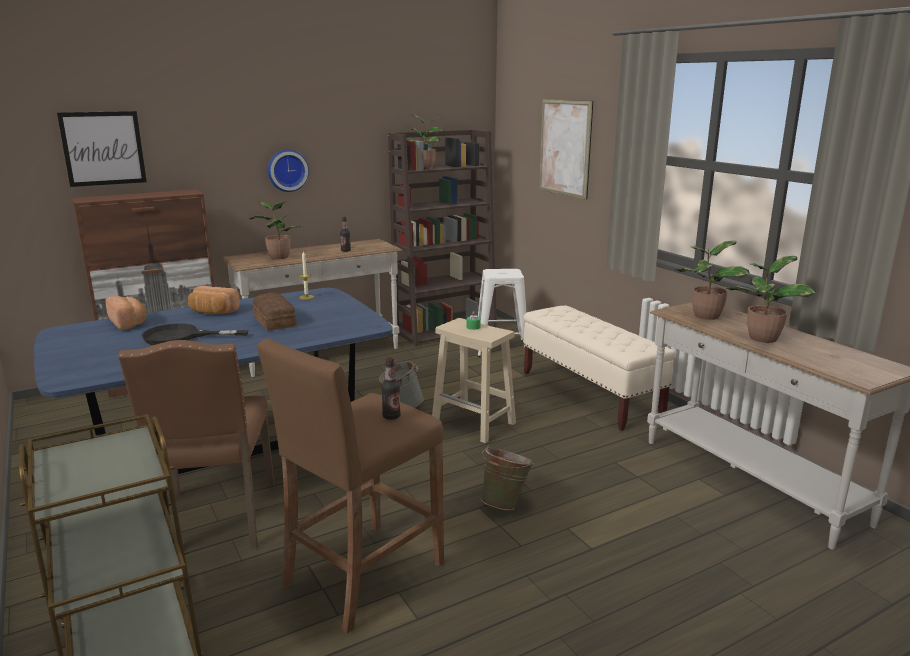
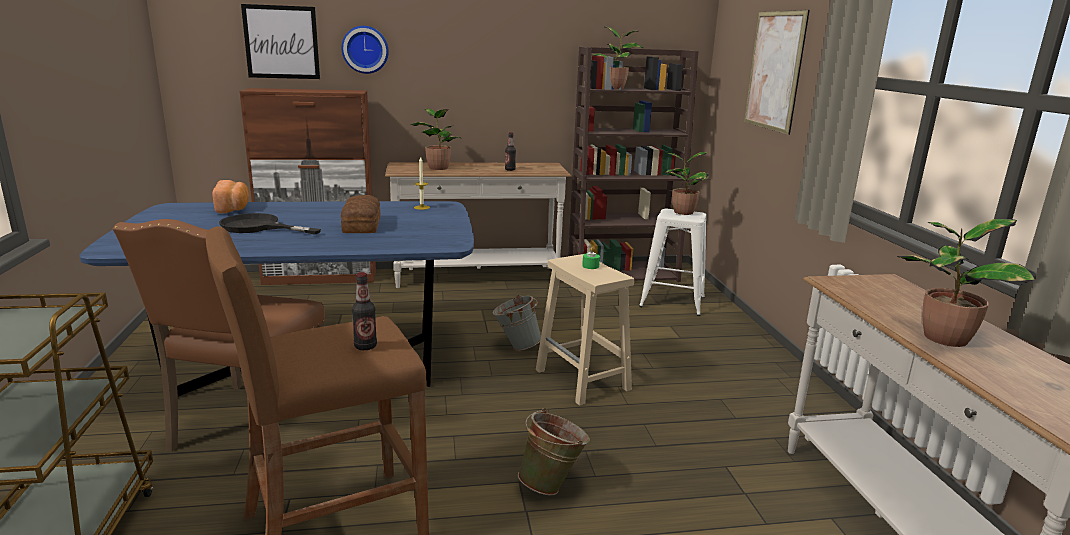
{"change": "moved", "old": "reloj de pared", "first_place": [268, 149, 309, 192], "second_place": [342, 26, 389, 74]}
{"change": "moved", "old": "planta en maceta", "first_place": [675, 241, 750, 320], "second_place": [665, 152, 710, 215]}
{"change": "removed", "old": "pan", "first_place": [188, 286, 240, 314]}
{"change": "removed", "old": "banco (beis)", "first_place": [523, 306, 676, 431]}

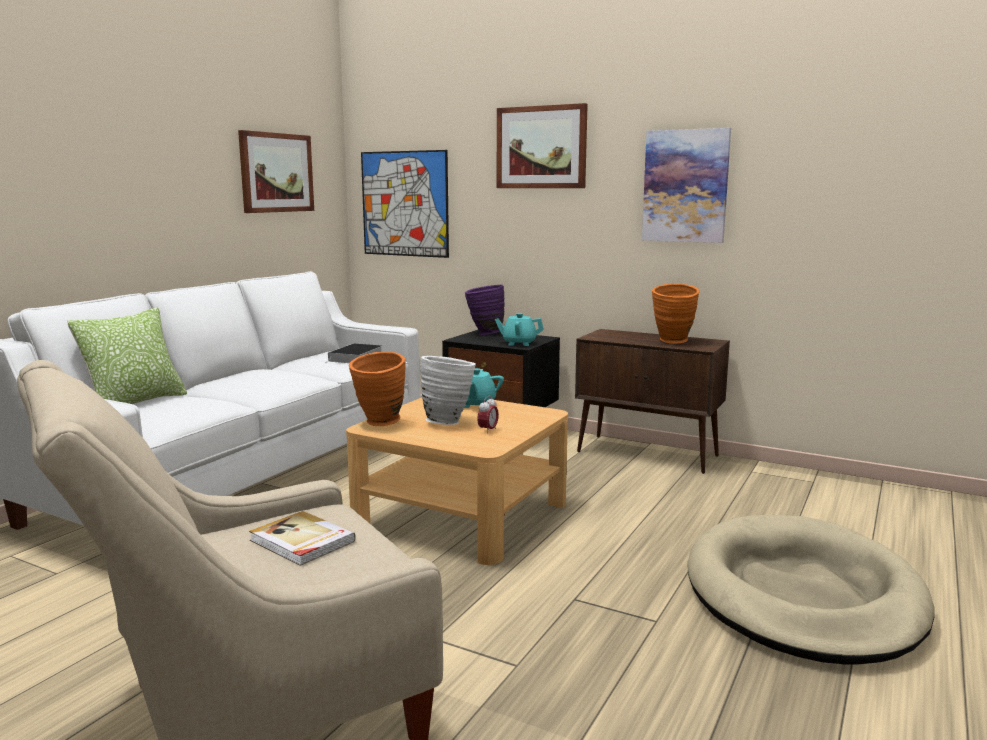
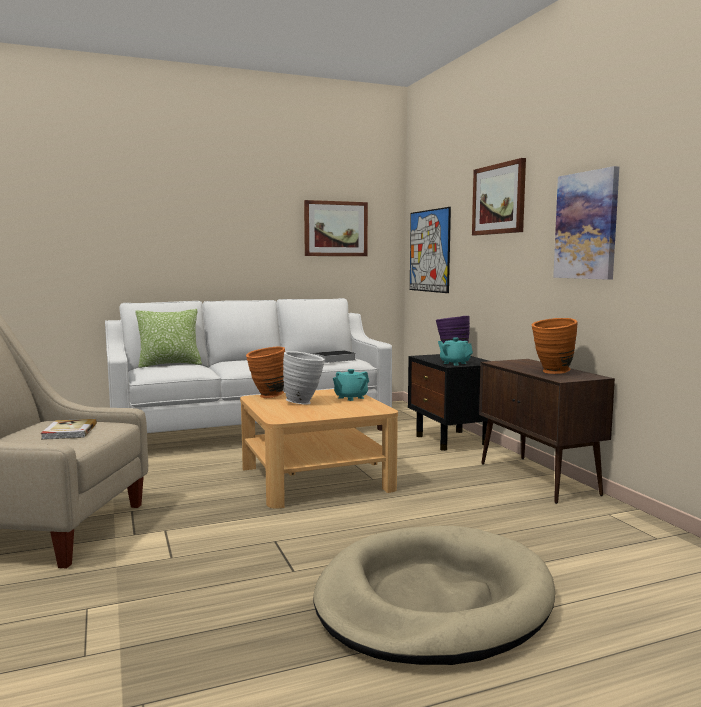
{"change": "removed", "old": "despertador", "first_place": [477, 396, 499, 434]}

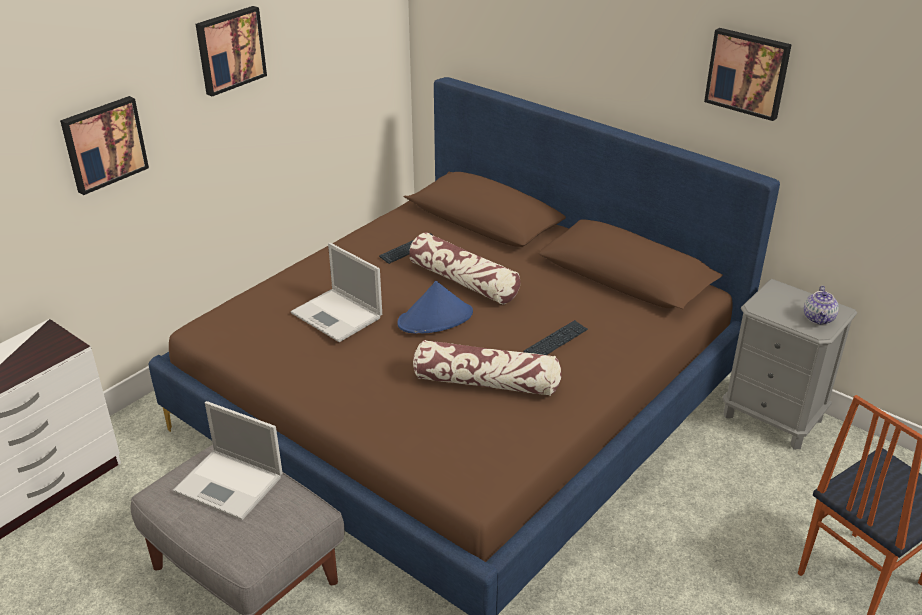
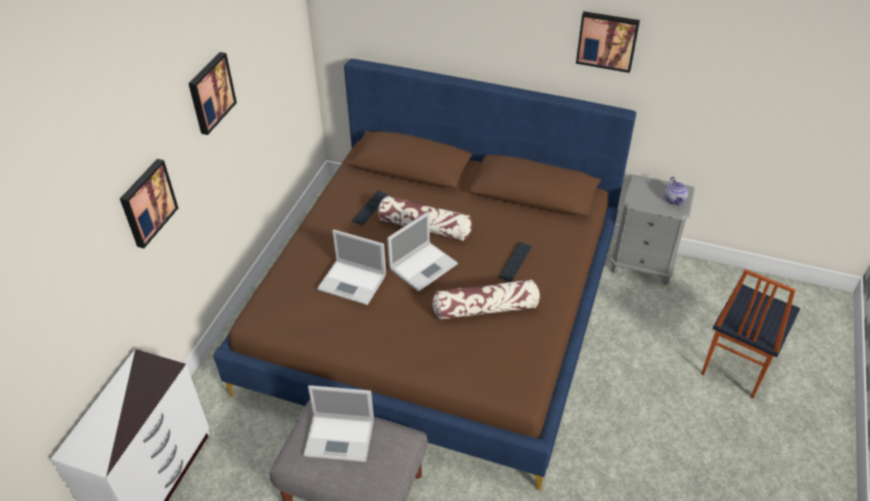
{"change": "replaced", "old": "sombrero (azul)", "new": "portátil", "first_place": [397, 281, 473, 333], "second_place": [387, 212, 458, 292]}

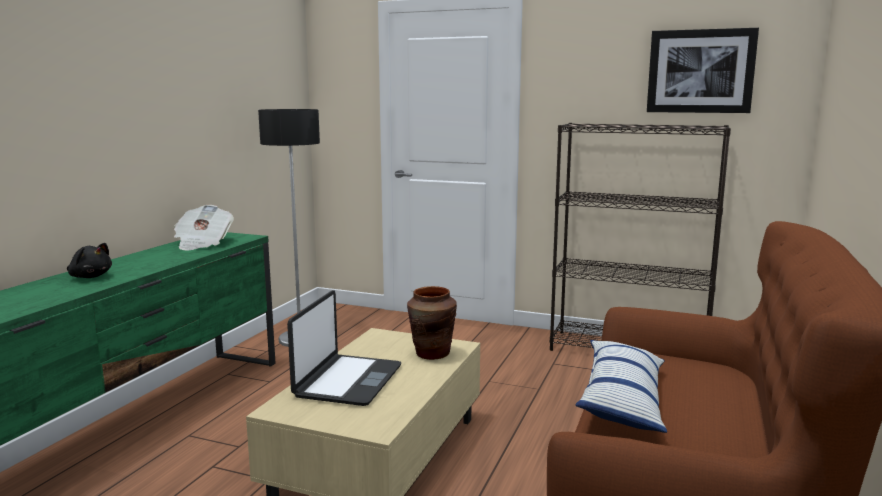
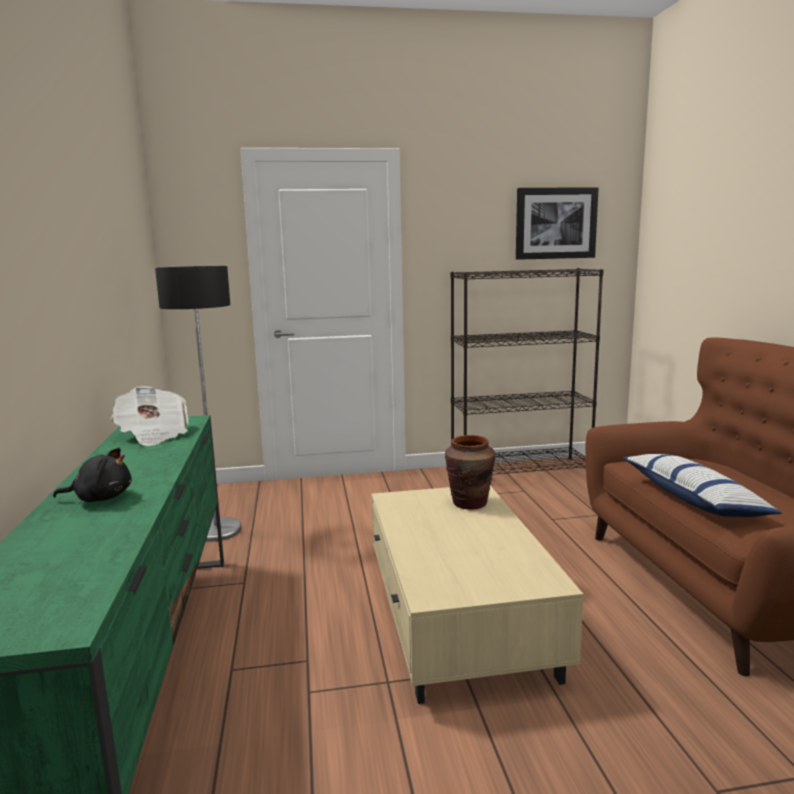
{"change": "removed", "old": "portátil", "first_place": [287, 290, 401, 406]}

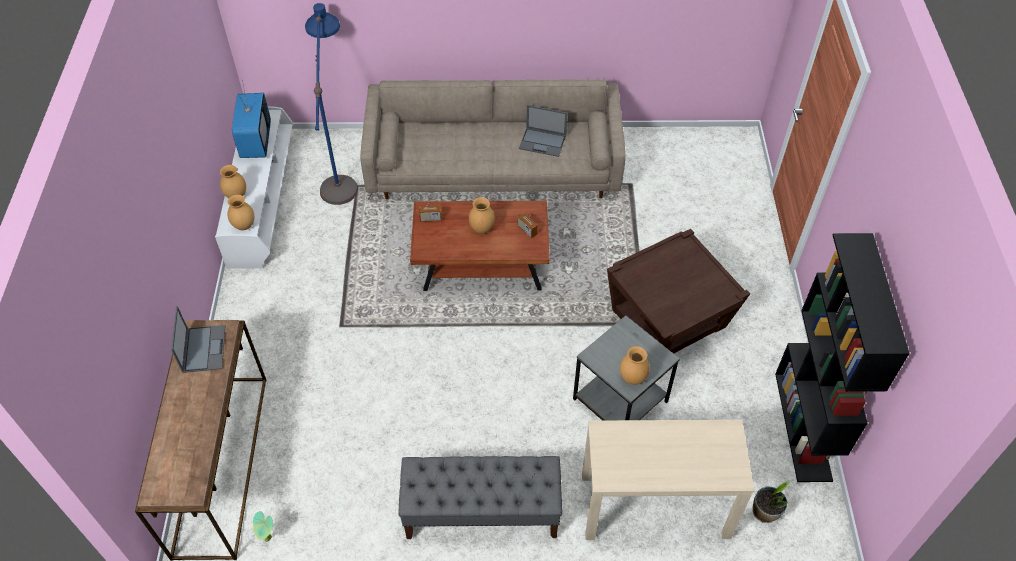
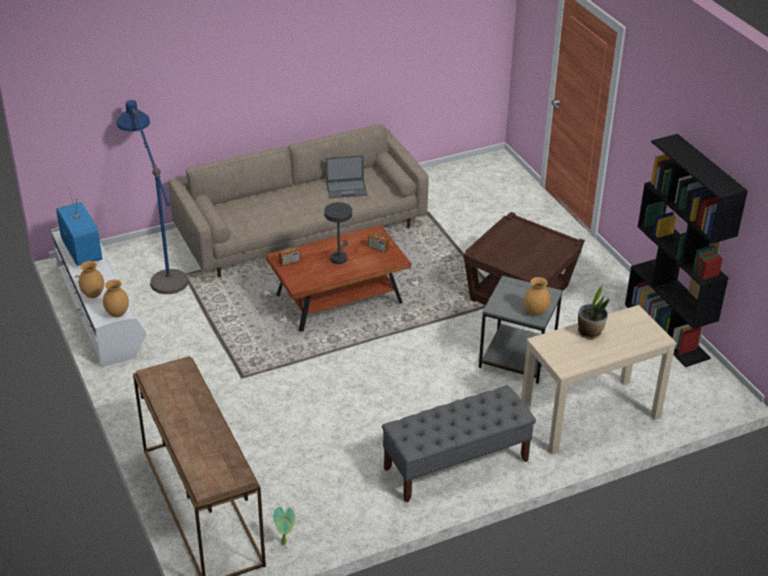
{"change": "replaced", "old": "florero (marrón)", "new": "lámpara de mesa (gris)", "first_place": [469, 197, 495, 234], "second_place": [324, 202, 352, 264]}
{"change": "moved", "old": "planta en maceta", "first_place": [752, 481, 790, 523], "second_place": [578, 284, 609, 339]}
{"change": "removed", "old": "portátil", "first_place": [171, 306, 225, 373]}

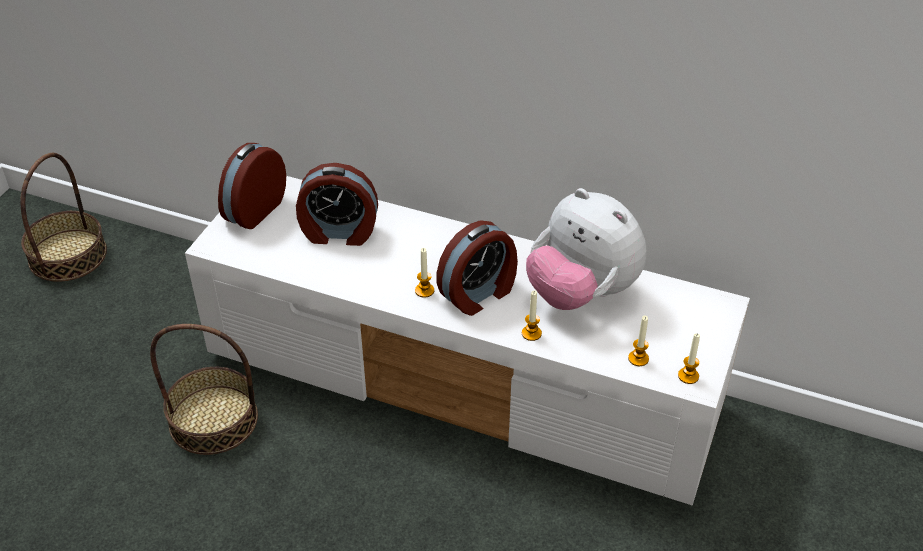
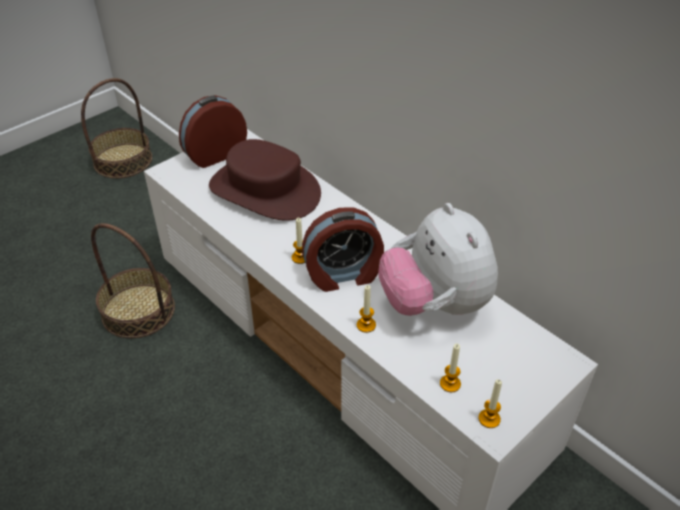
{"change": "replaced", "old": "despertador", "new": "sombrero (marrón)", "first_place": [296, 163, 378, 246], "second_place": [209, 139, 321, 221]}

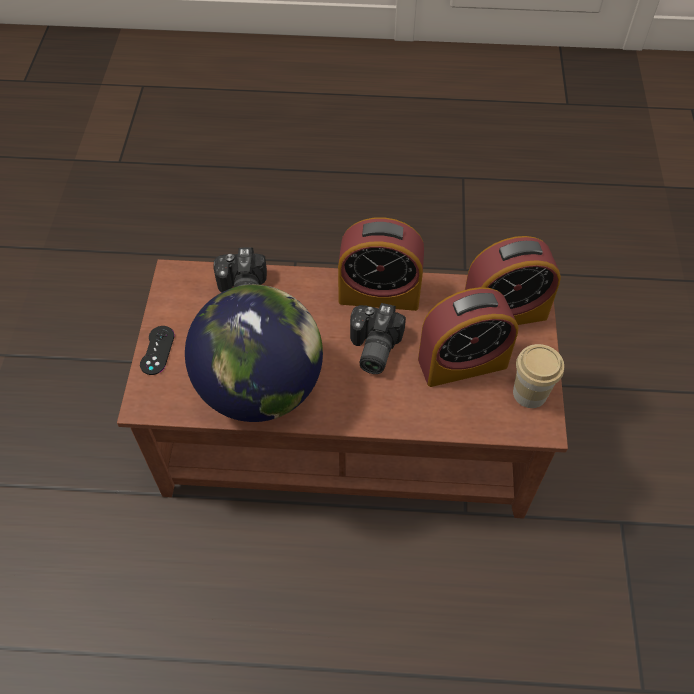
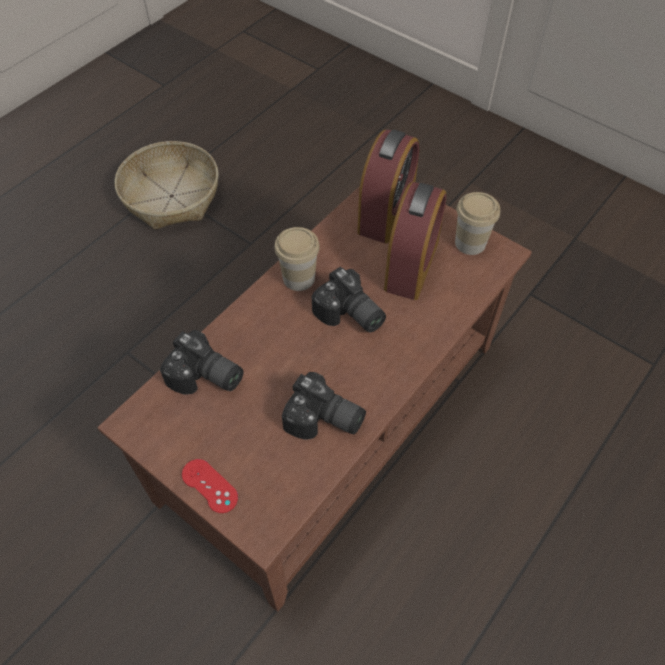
{"change": "added", "new": "cesta", "second_place": [115, 141, 219, 230]}
{"change": "recoloured", "old": "mando de consola (negro)", "new": "mando de consola (rojo)", "first_place": [140, 326, 175, 375], "second_place": [182, 459, 238, 513]}
{"change": "replaced", "old": "despertador", "new": "taza", "first_place": [338, 217, 424, 311], "second_place": [274, 227, 320, 291]}
{"change": "replaced", "old": "globo terráqueo", "new": "cámara", "first_place": [185, 285, 323, 422], "second_place": [282, 372, 366, 440]}

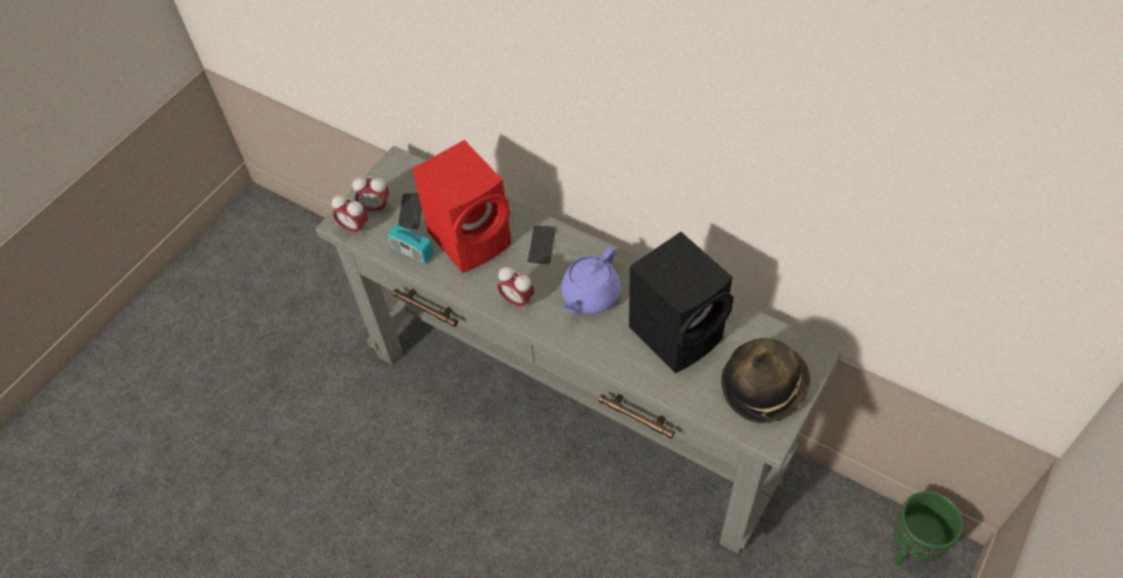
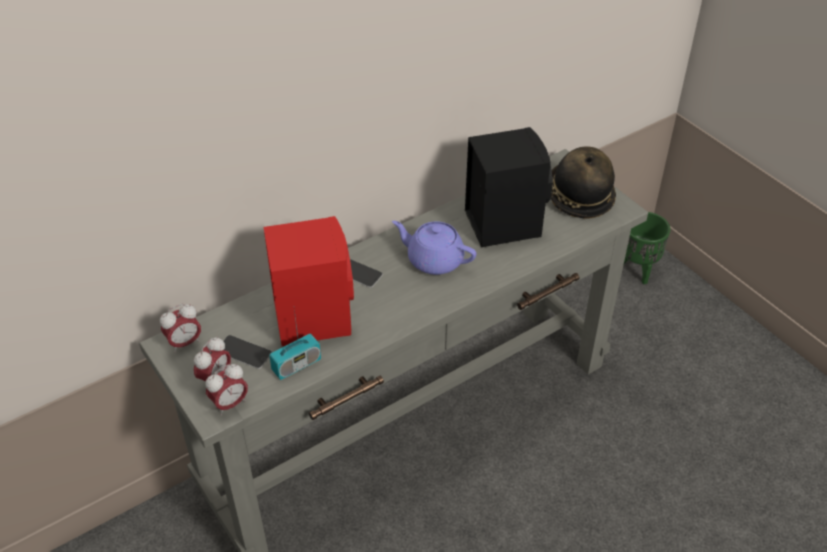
{"change": "moved", "old": "despertador", "first_place": [497, 267, 535, 311], "second_place": [160, 304, 201, 352]}
{"change": "turned", "old": "tetera (morado)", "first_place": [561, 247, 621, 314], "second_place": [392, 221, 476, 275], "degrees": 150}

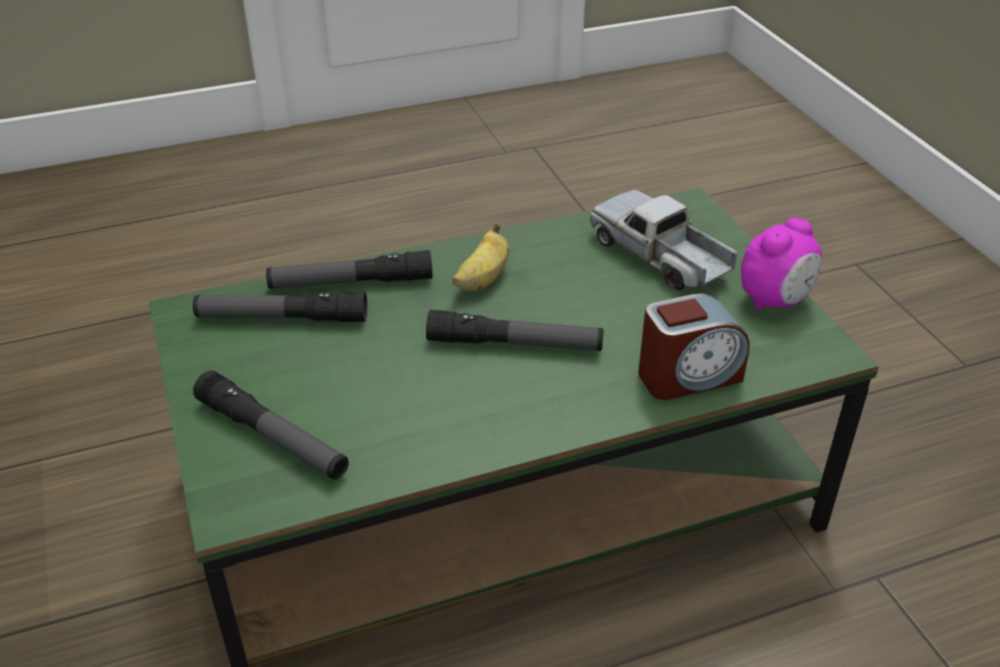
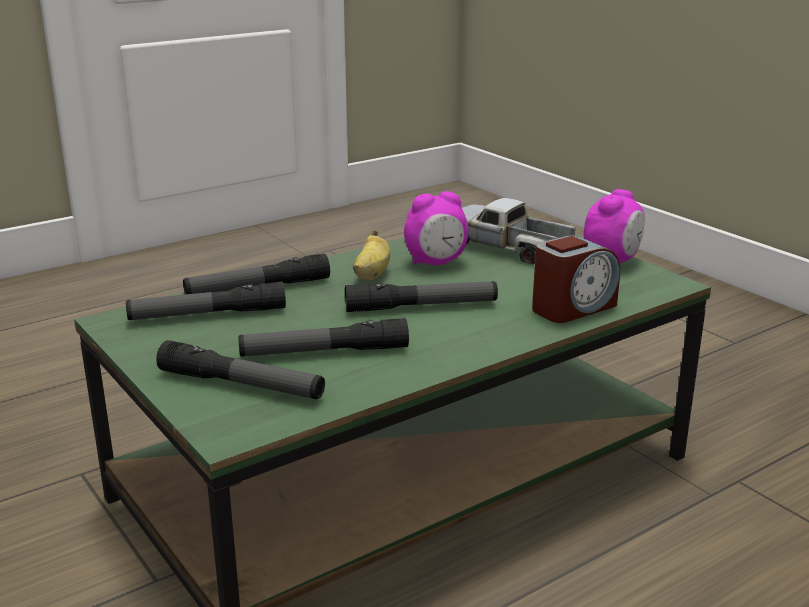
{"change": "added", "new": "linterna", "second_place": [238, 318, 409, 357]}
{"change": "added", "new": "despertador", "second_place": [404, 191, 469, 265]}

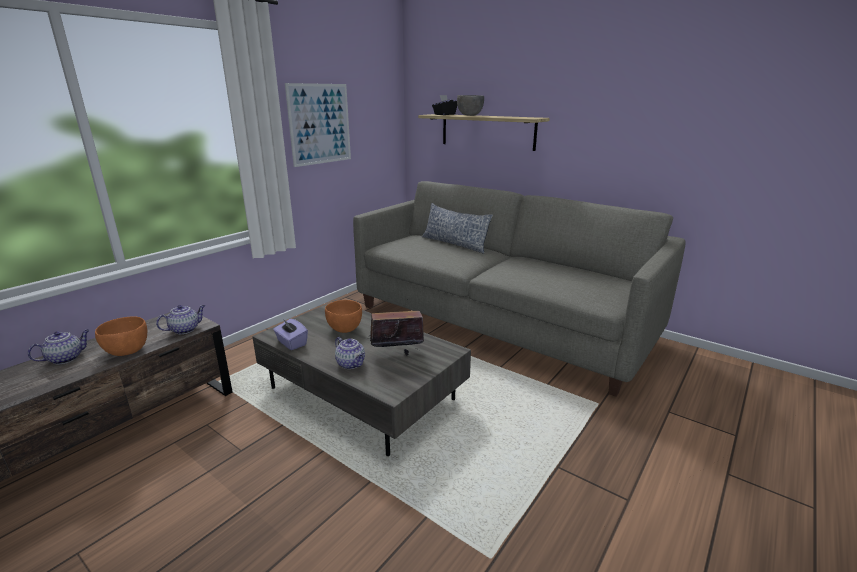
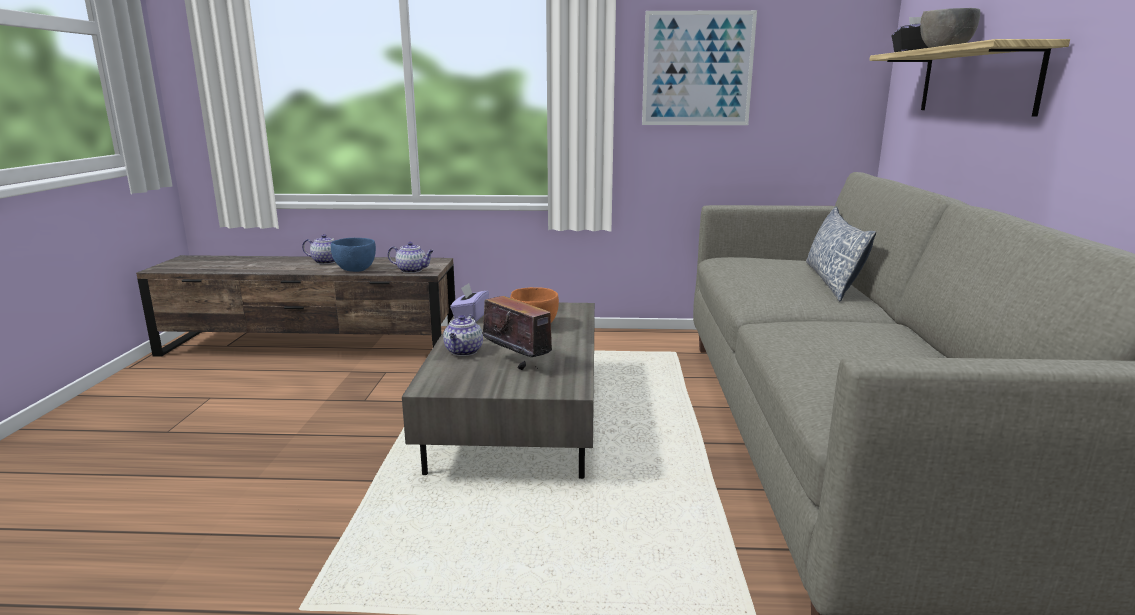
{"change": "recoloured", "old": "cuenco (naranja)", "new": "cuenco (azul)", "first_place": [95, 316, 147, 356], "second_place": [331, 238, 376, 272]}

